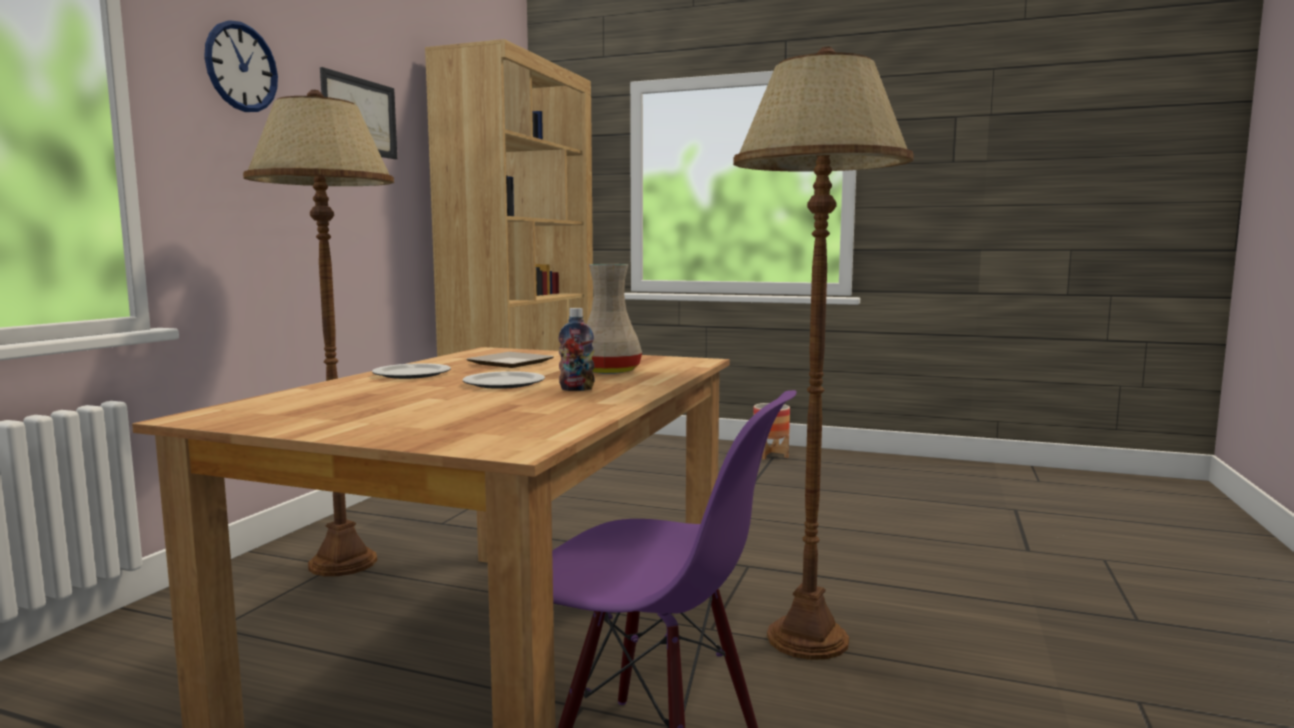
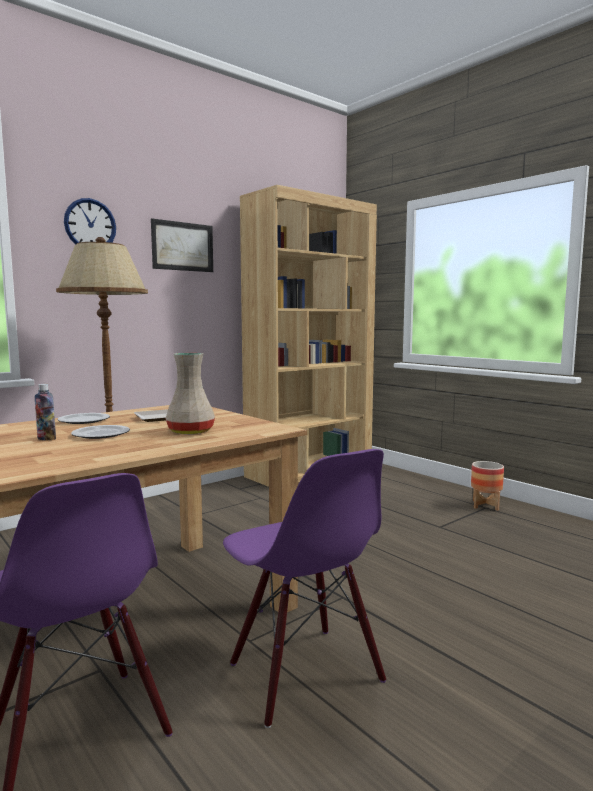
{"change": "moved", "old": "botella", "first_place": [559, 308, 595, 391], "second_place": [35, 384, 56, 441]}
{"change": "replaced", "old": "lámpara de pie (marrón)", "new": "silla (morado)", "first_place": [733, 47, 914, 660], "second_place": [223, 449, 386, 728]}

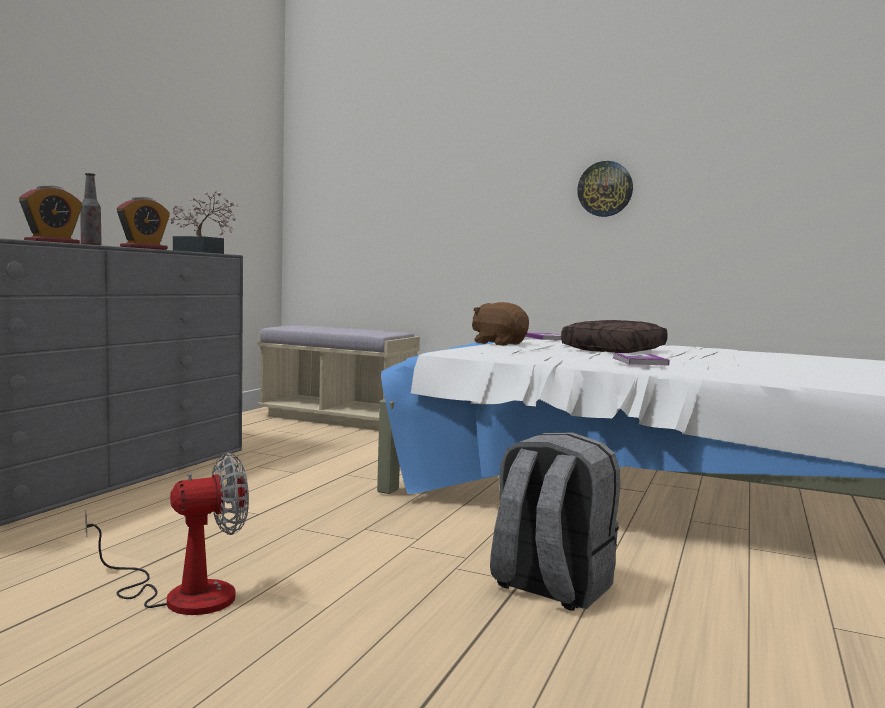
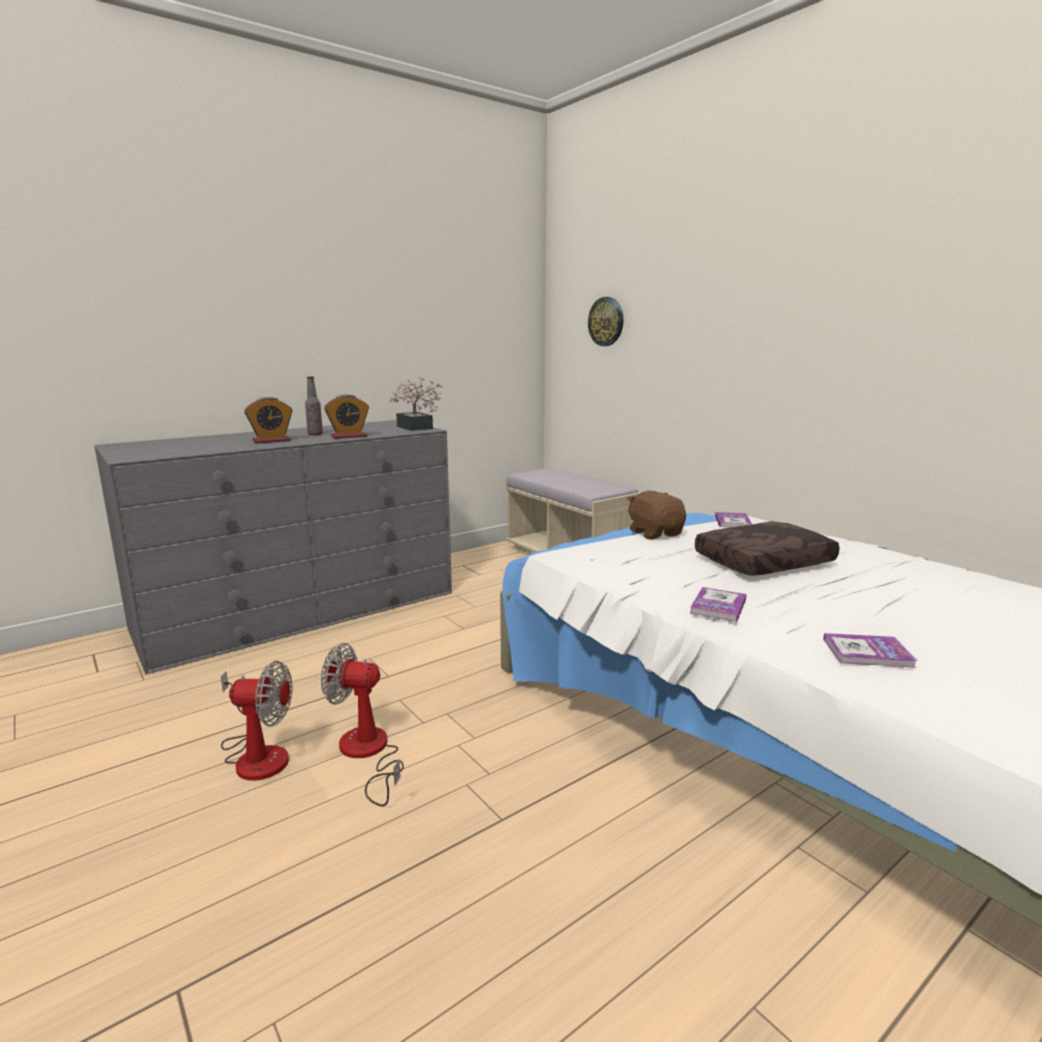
{"change": "added", "new": "ventilador", "second_place": [321, 643, 404, 806]}
{"change": "moved", "old": "reloj de pared", "first_place": [577, 161, 633, 217], "second_place": [588, 297, 623, 346]}
{"change": "added", "new": "libro", "second_place": [823, 633, 917, 668]}
{"change": "removed", "old": "mochila (gris)", "first_place": [490, 432, 620, 611]}

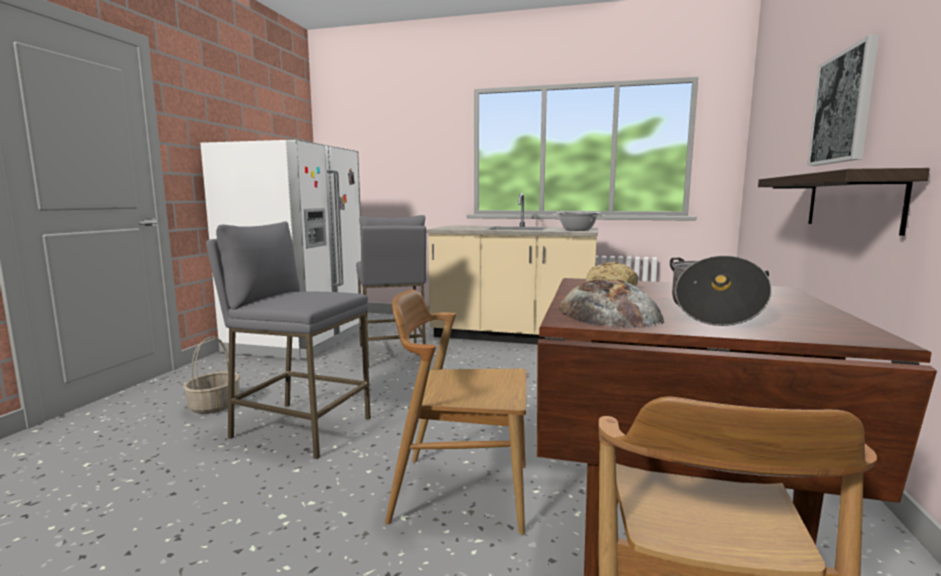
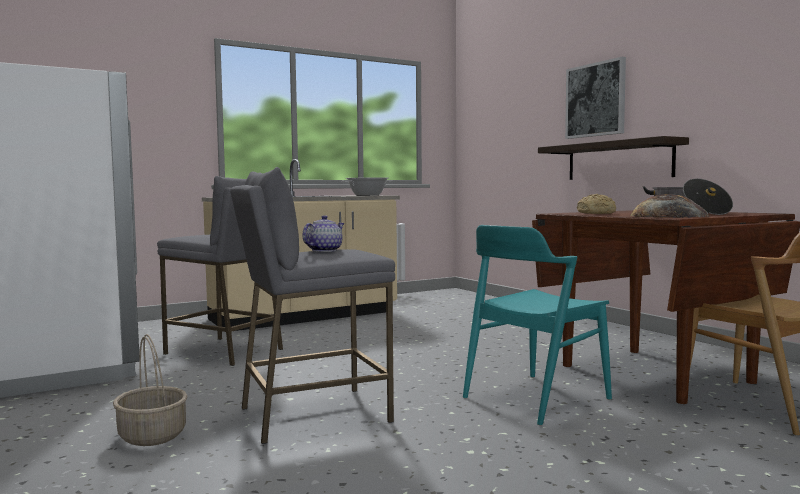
{"change": "added", "new": "tetera", "second_place": [302, 215, 344, 252]}
{"change": "recoloured", "old": "silla (marrón)", "new": "silla (turquesa)", "first_place": [385, 289, 526, 535], "second_place": [463, 225, 612, 425]}

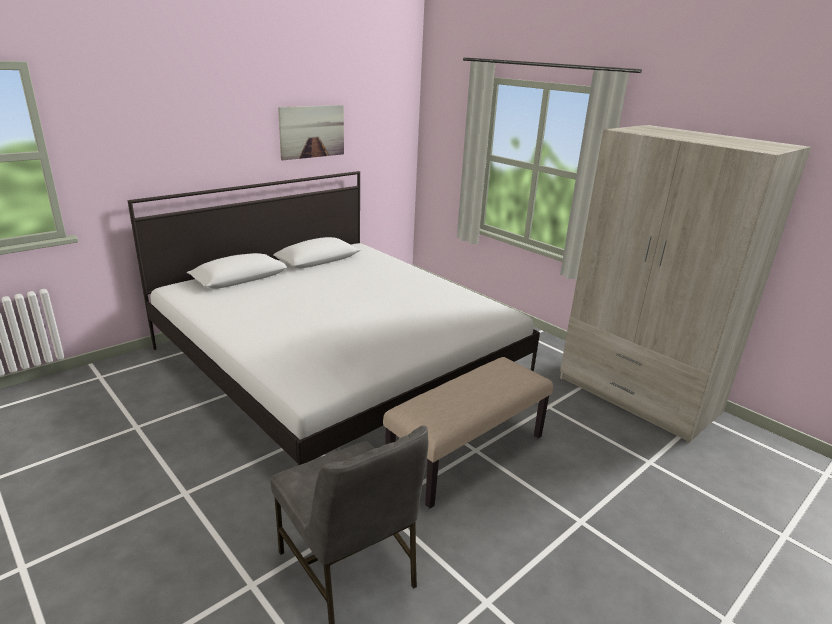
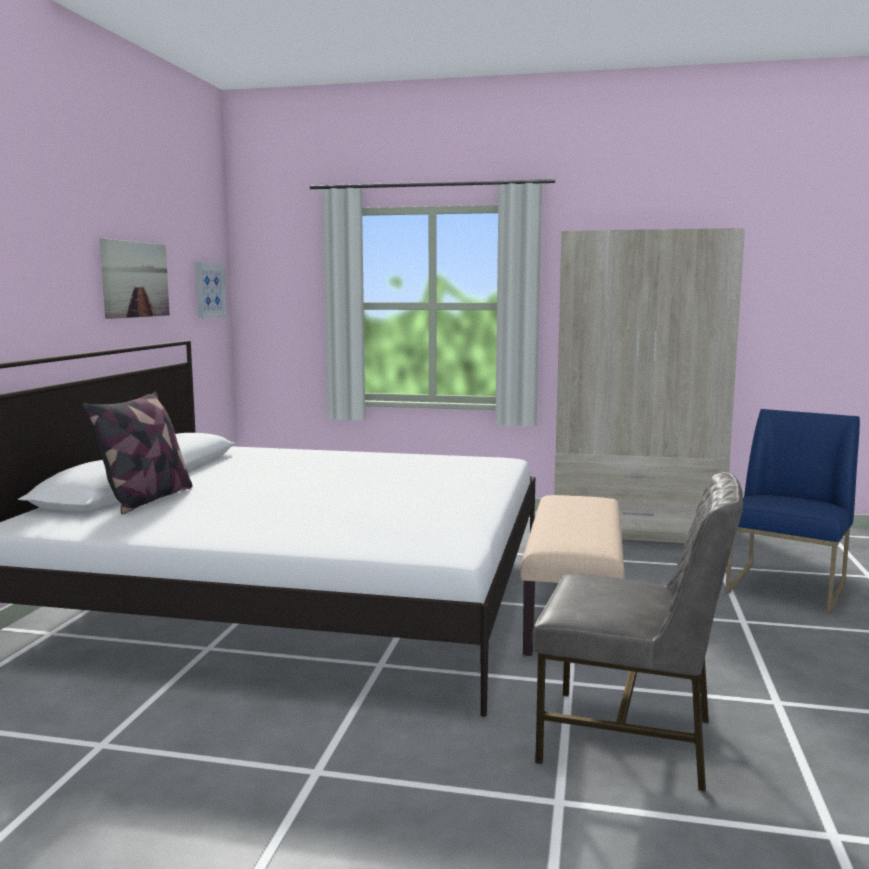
{"change": "added", "new": "cojín", "second_place": [82, 391, 192, 514]}
{"change": "added", "new": "cuadro", "second_place": [195, 262, 227, 318]}
{"change": "added", "new": "silla (azul)", "second_place": [725, 409, 860, 614]}

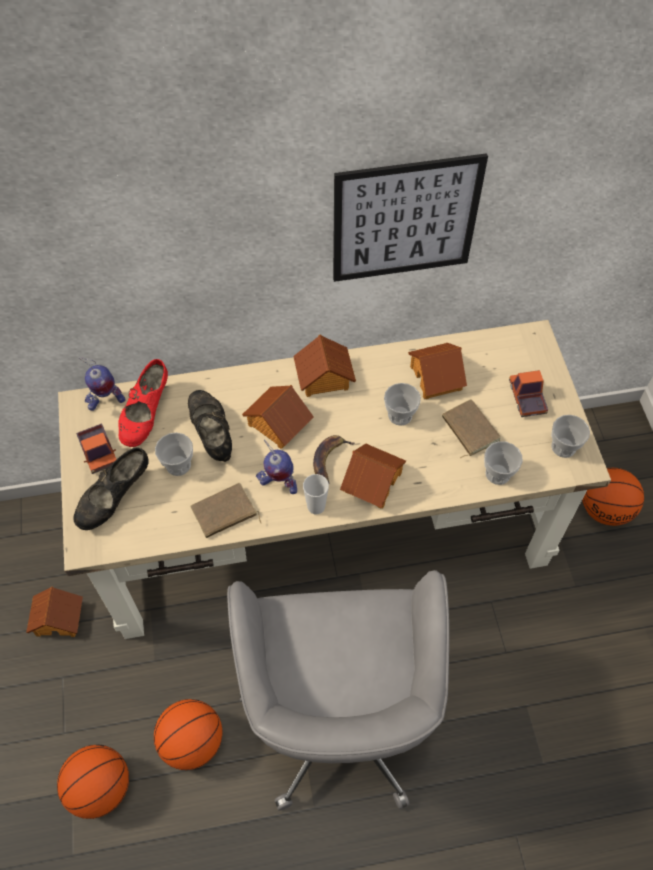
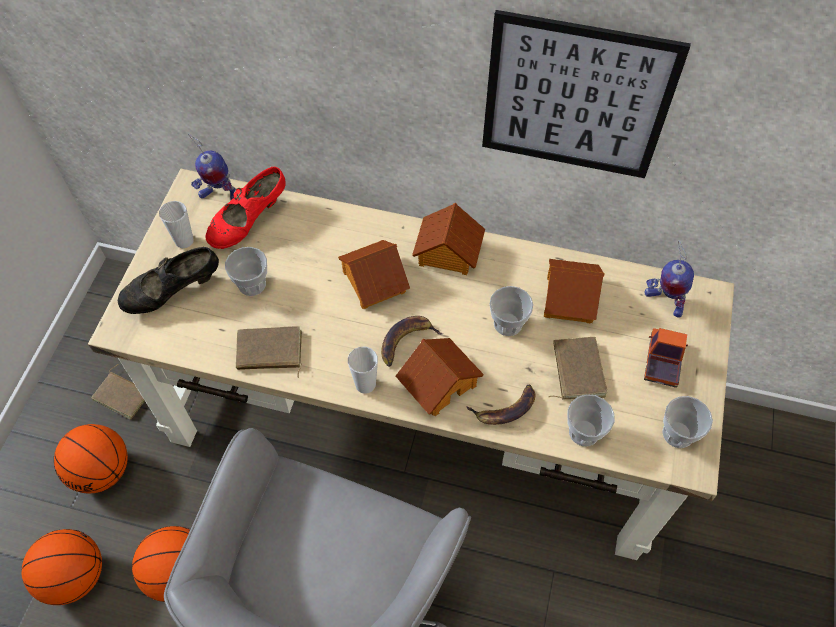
{"change": "moved", "old": "balón de baloncesto", "first_place": [582, 468, 644, 526], "second_place": [54, 424, 128, 494]}
{"change": "replaced", "old": "casita", "new": "libro (marrón)", "first_place": [26, 587, 83, 637], "second_place": [91, 364, 145, 420]}
{"change": "replaced", "old": "camión de juguete", "new": "taza", "first_place": [76, 424, 117, 474], "second_place": [159, 201, 194, 248]}
{"change": "added", "new": "plátano", "second_place": [466, 384, 535, 425]}
{"change": "moved", "old": "robot de juguete", "first_place": [256, 440, 297, 494], "second_place": [644, 241, 694, 318]}
{"change": "removed", "old": "zapato (negro)", "first_place": [188, 390, 232, 462]}

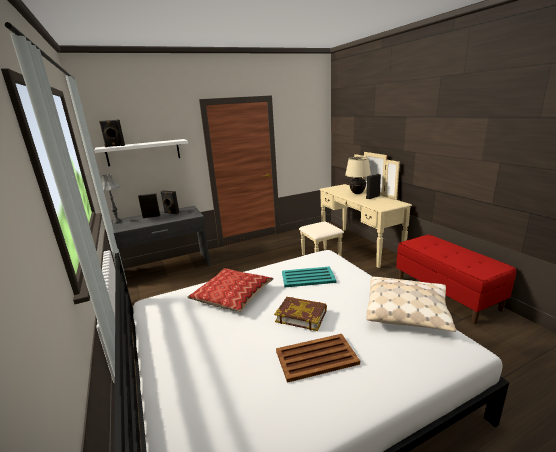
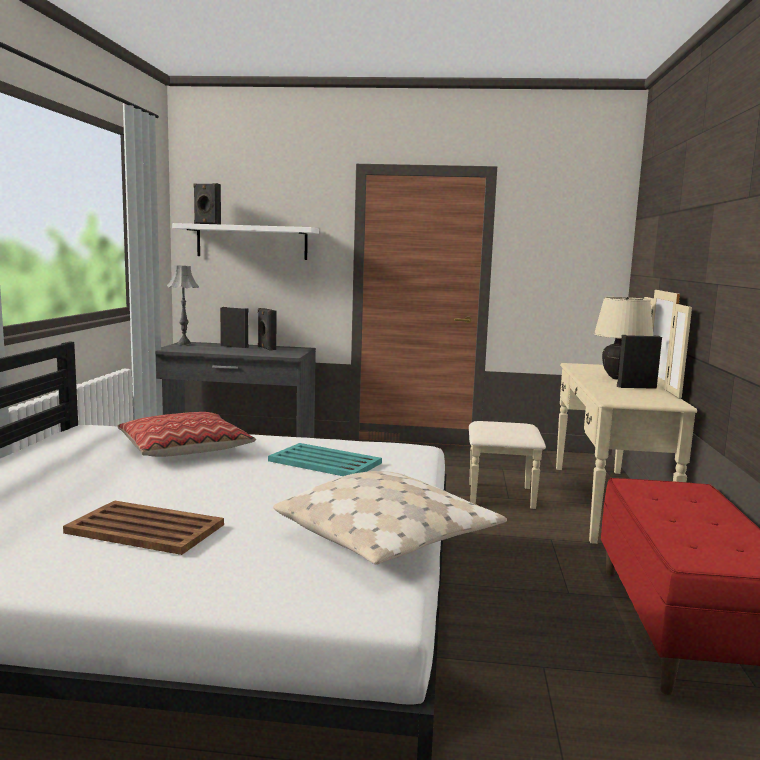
{"change": "removed", "old": "libro", "first_place": [274, 297, 327, 331]}

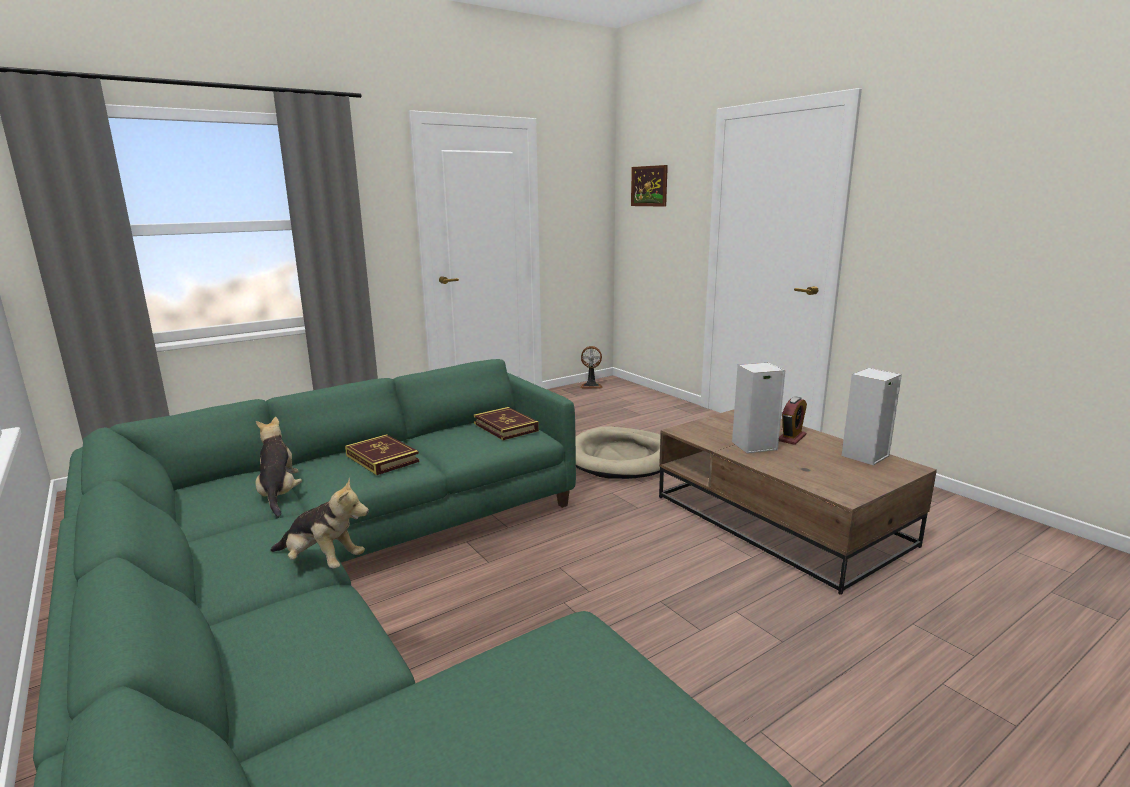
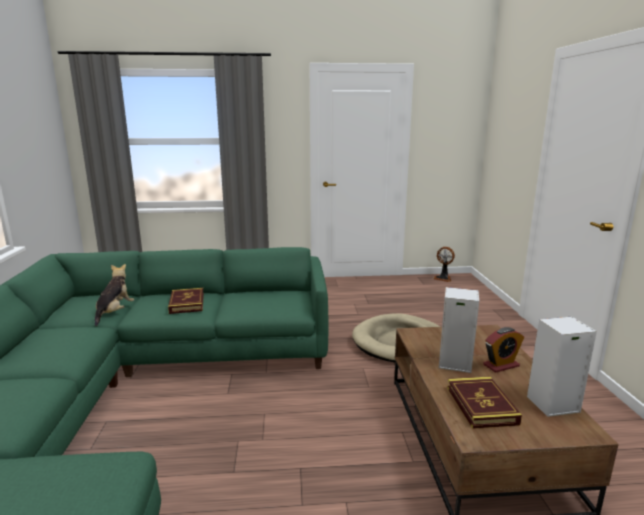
{"change": "moved", "old": "libro", "first_place": [474, 407, 539, 440], "second_place": [447, 377, 522, 429]}
{"change": "removed", "old": "peluche", "first_place": [270, 478, 369, 569]}
{"change": "removed", "old": "cuadro", "first_place": [631, 165, 668, 207]}

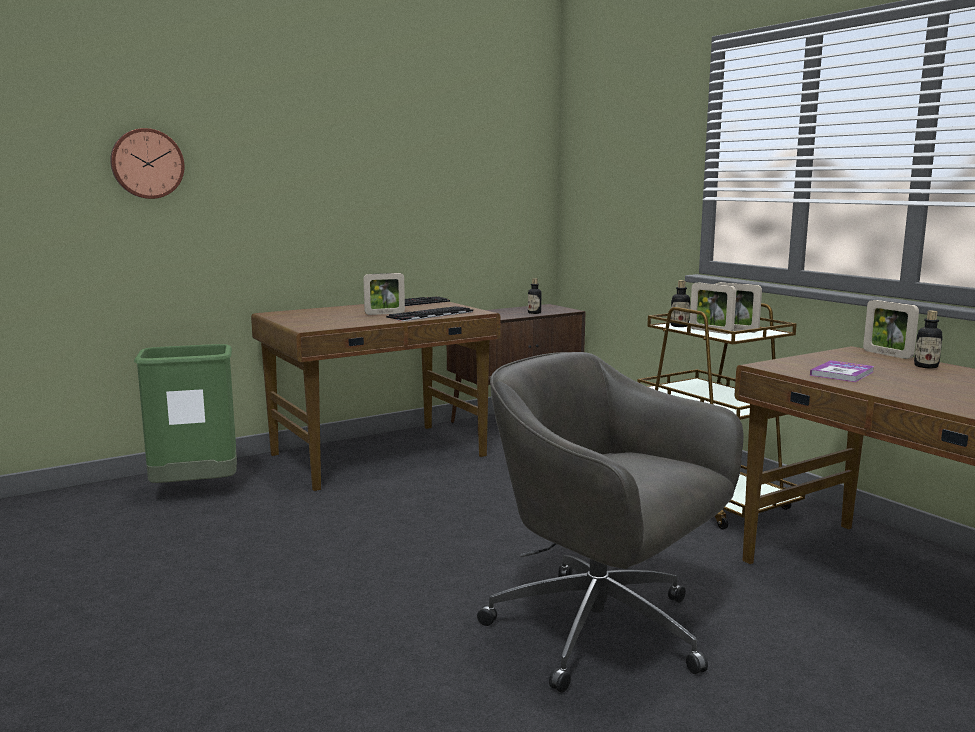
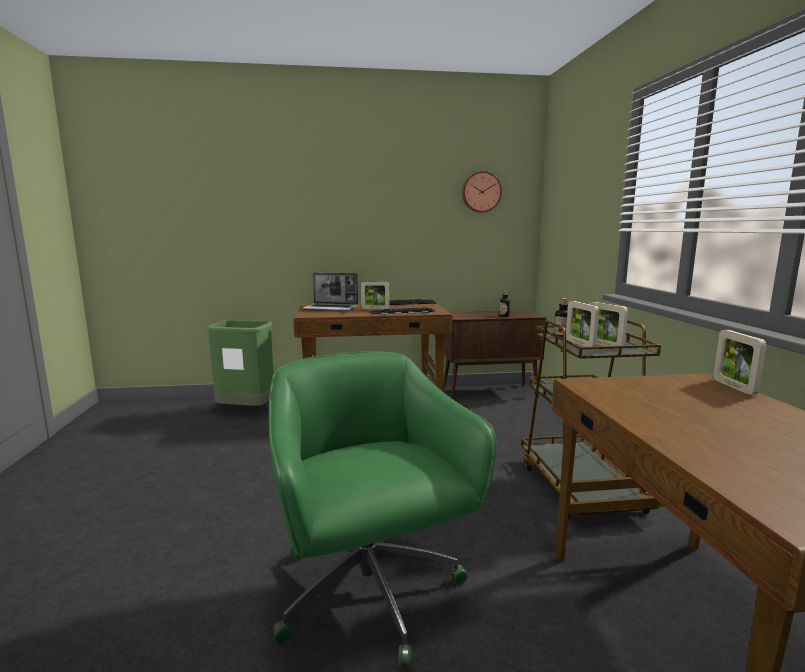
{"change": "recoloured", "old": "silla de oficina (gris)", "new": "silla de oficina (verde)", "first_place": [477, 352, 744, 693], "second_place": [269, 351, 497, 667]}
{"change": "added", "new": "portátil", "second_place": [302, 272, 358, 312]}
{"change": "moved", "old": "reloj de pared", "first_place": [110, 128, 185, 199], "second_place": [462, 171, 502, 213]}
{"change": "removed", "old": "libro", "first_place": [810, 360, 874, 382]}
{"change": "removed", "old": "botella", "first_place": [914, 310, 943, 368]}

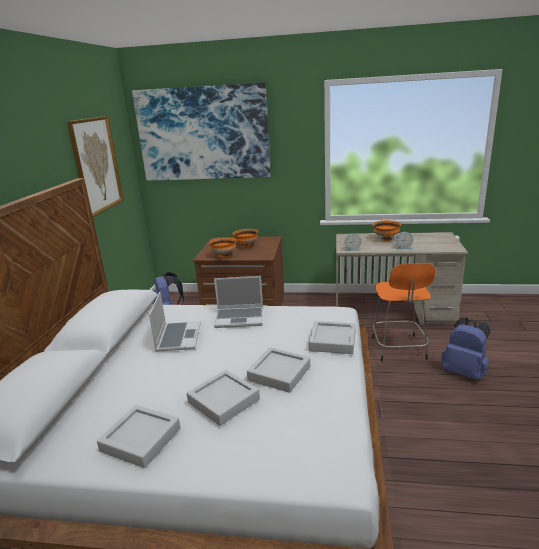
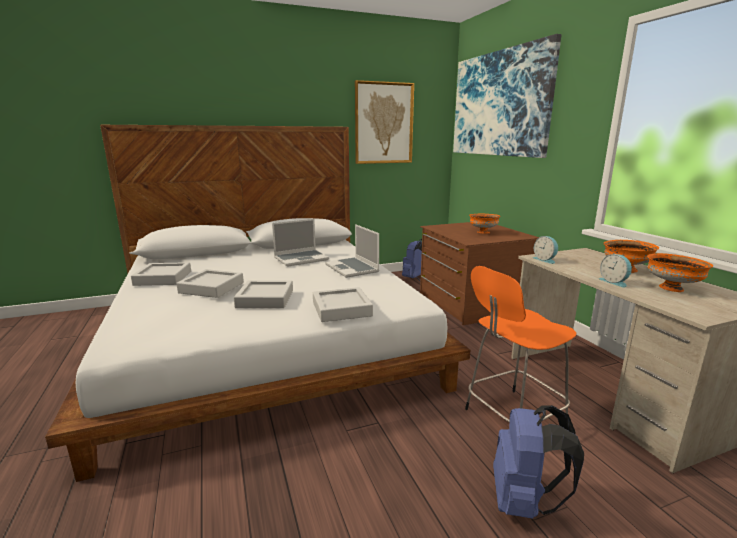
{"change": "moved", "old": "cuenco (naranja)", "first_place": [209, 238, 237, 258], "second_place": [647, 253, 713, 292]}

